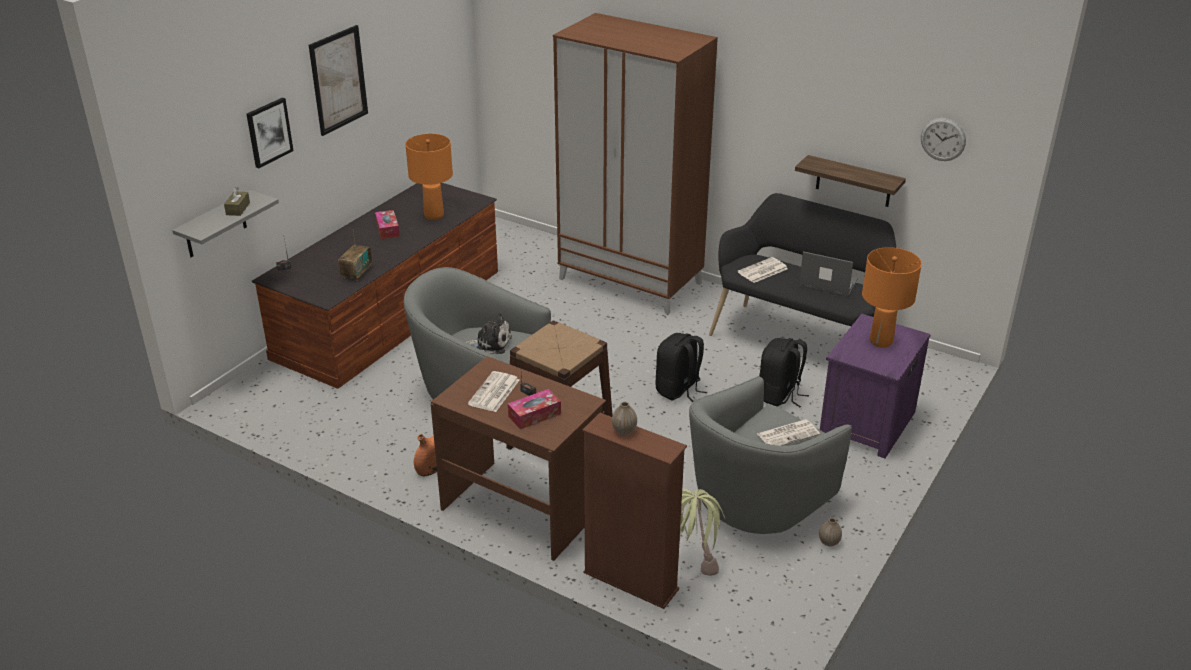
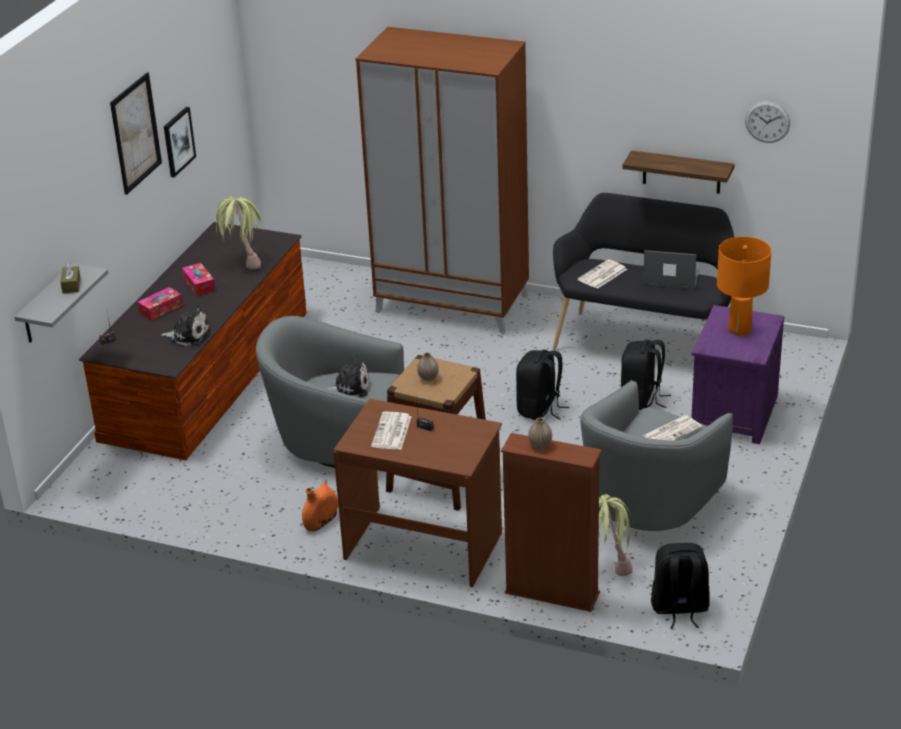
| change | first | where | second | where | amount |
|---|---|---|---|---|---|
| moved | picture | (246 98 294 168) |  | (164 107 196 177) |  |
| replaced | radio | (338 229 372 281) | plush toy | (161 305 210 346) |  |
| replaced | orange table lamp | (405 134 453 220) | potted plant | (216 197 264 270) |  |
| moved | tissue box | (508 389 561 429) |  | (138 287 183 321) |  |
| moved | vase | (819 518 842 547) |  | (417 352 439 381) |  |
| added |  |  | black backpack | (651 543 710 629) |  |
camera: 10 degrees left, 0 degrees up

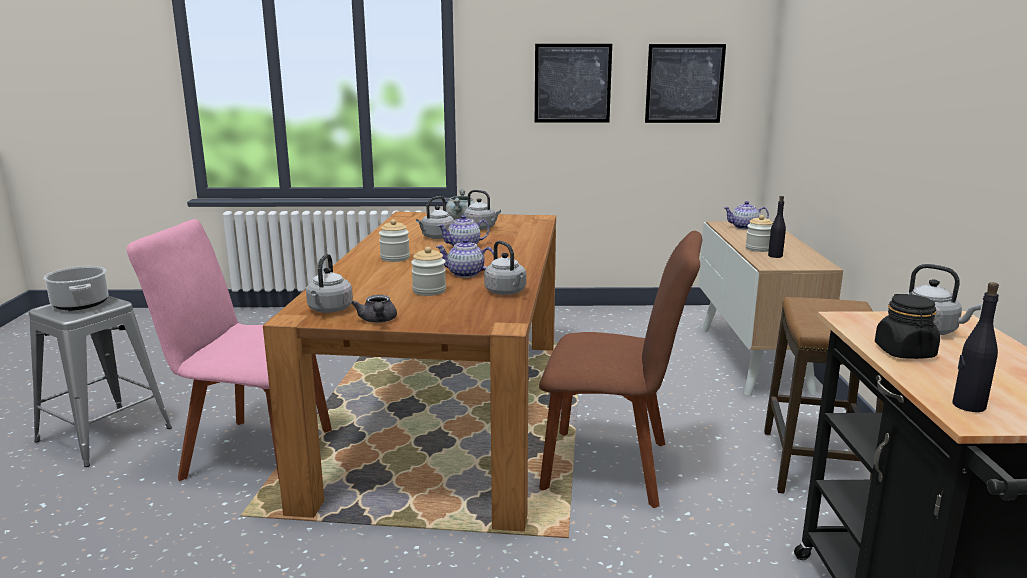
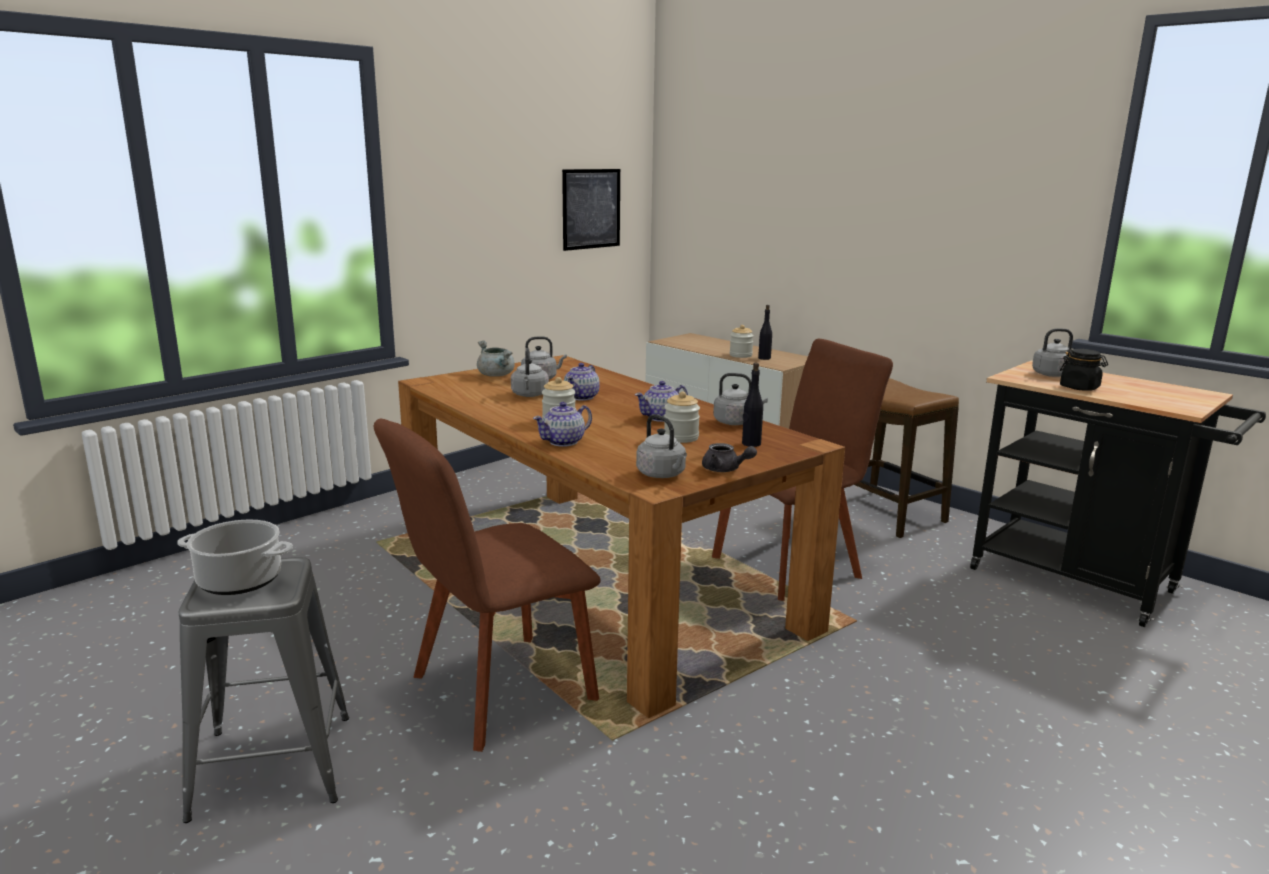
| change | first | where | second | where | amount |
|---|---|---|---|---|---|
| recoloured | pink chair | (127 219 332 484) | brown chair | (374 419 601 752) |  |
| removed | picture | (535 44 612 123) |  |  |  |
| moved | teapot | (723 201 769 230) |  | (533 402 592 447) |  |
| moved | black bottle | (952 282 999 412) |  | (742 363 763 447) |  |
camera: 45 degrees left, 0 degrees up

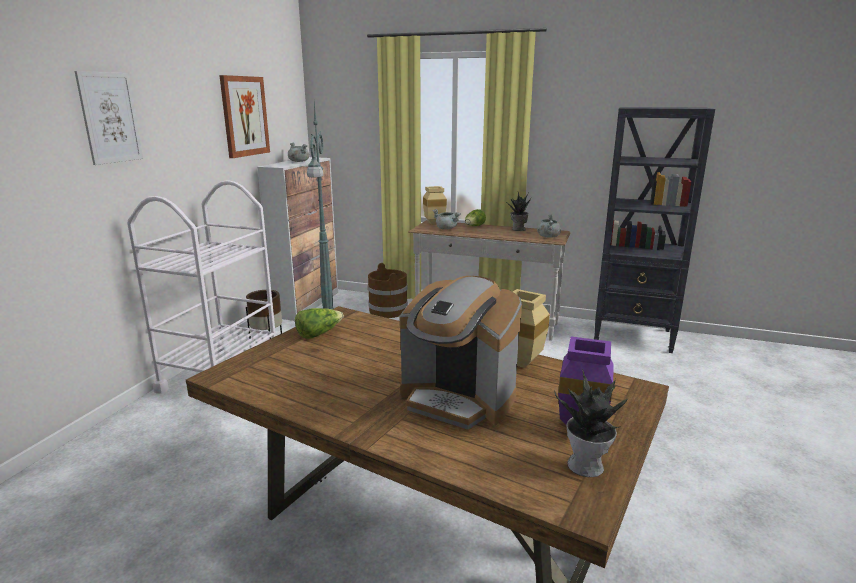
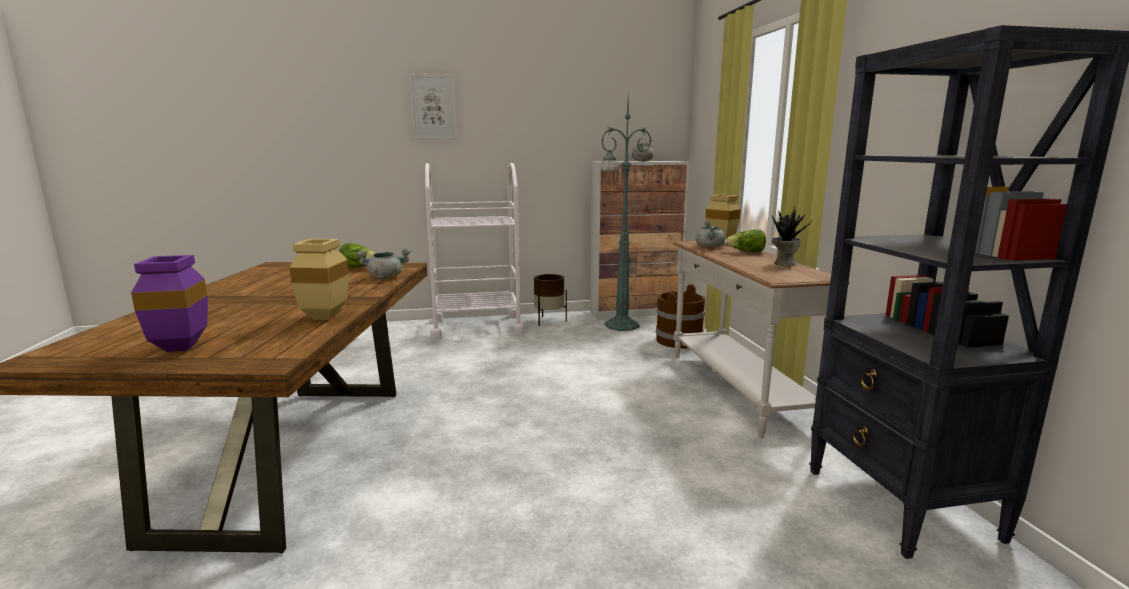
| change | first | where | second | where | amount |
|---|---|---|---|---|---|
| removed | picture | (219 75 270 158) |  |  |  |
| removed | coffee machine | (399 276 522 429) |  |  |  |
| moved | grey cooking pot | (537 215 561 238) |  | (357 248 411 279) |  |
| removed | potted plant | (555 369 627 477) |  |  |  |
camera: 60 degrees right, 5 degrees down

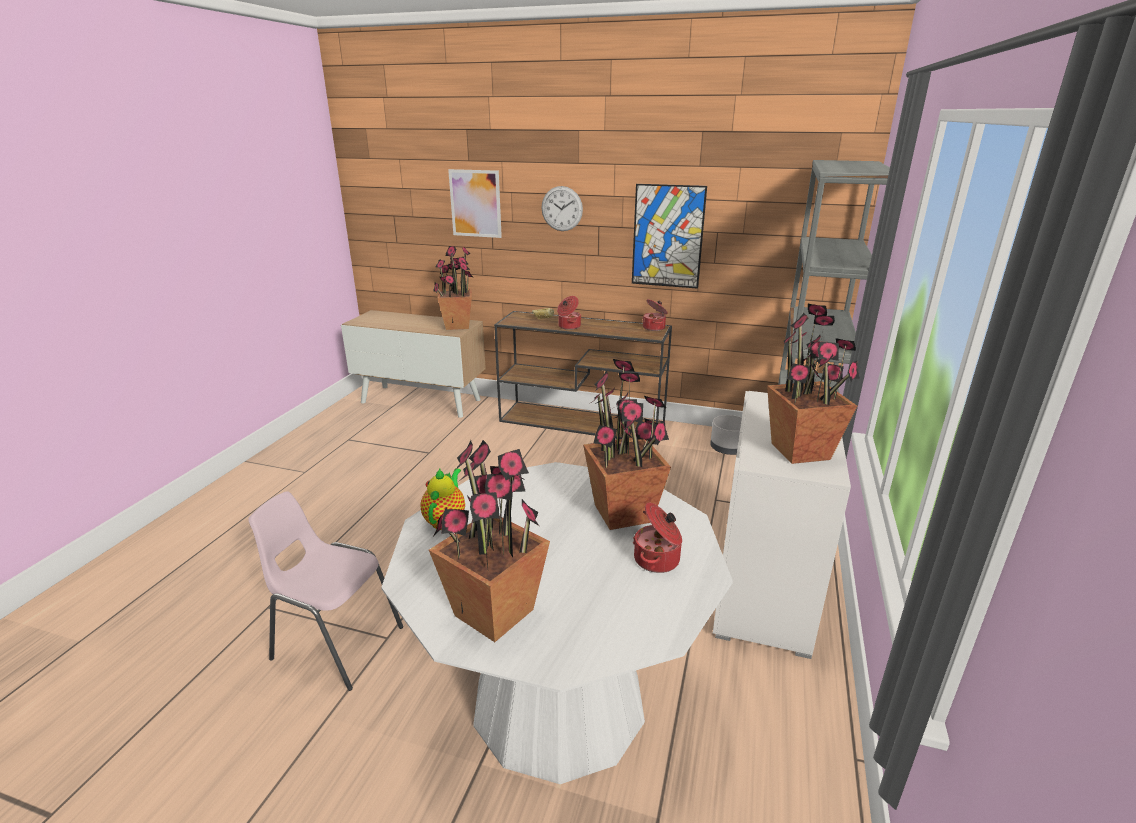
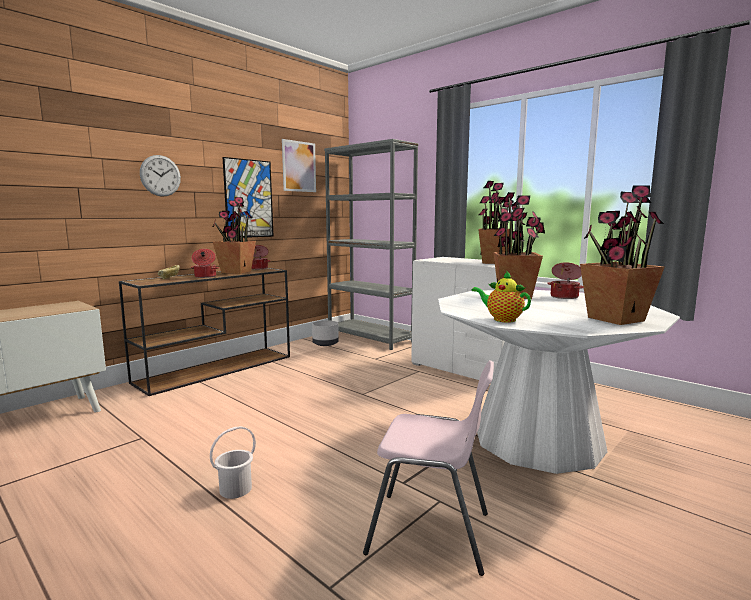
| change | first | where | second | where | amount |
|---|---|---|---|---|---|
| turned | pink chair | (248 491 403 691) |  | (363 360 494 576) | 120 degrees counterclockwise |
| moved | potted plant | (433 246 473 330) |  | (213 197 256 274) |  |
| moved | picture | (448 169 502 238) |  | (282 139 316 192) |  |
| added |  |  | white bucket | (210 426 256 499) |  |
camera: 65 degrees left, 15 degrees down

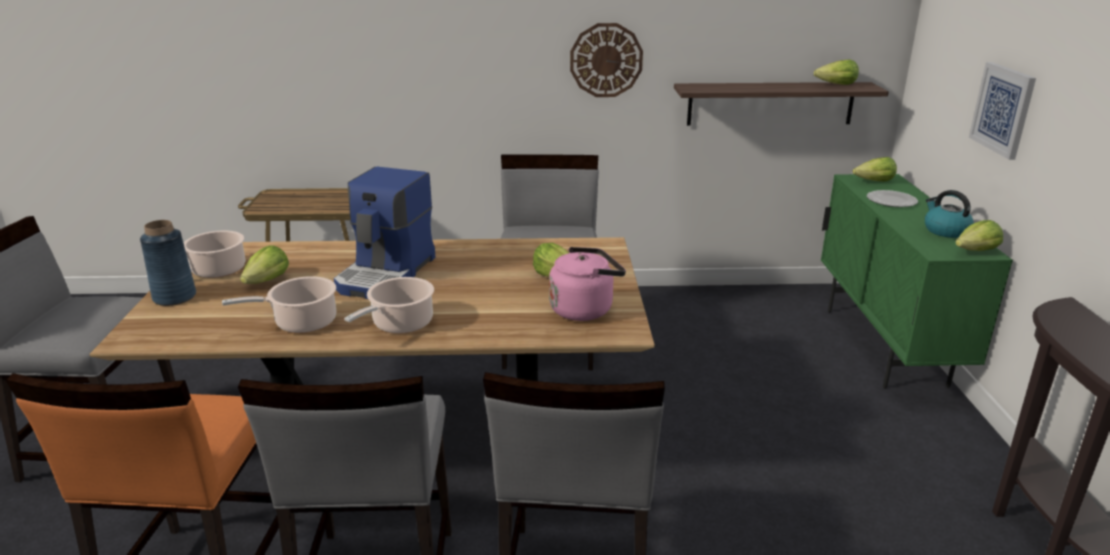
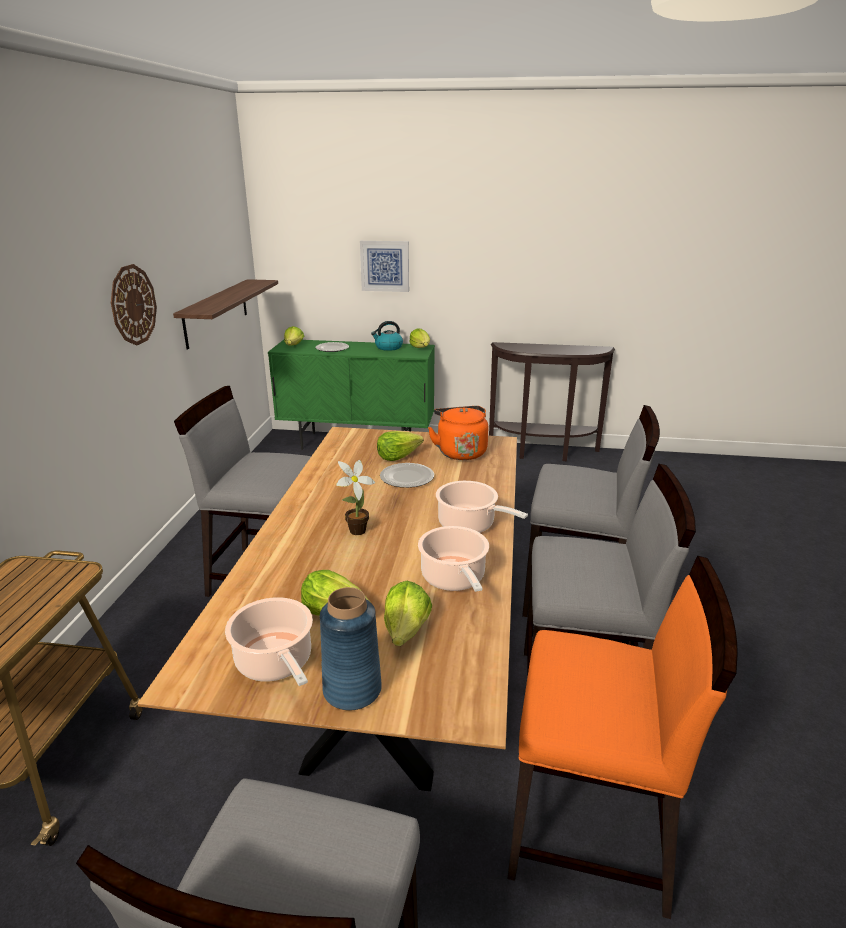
| change | first | where | second | where | amount |
|---|---|---|---|---|---|
| replaced | coffee machine | (334 167 436 299) | potted plant | (336 460 375 535) |  |
| recoloured | pink kettle | (549 247 626 321) | orange kettle | (428 406 488 460) |  |
| moved | lettuce | (814 60 859 85) |  | (384 581 432 646) |  |
| added |  |  | plate | (380 463 434 488) |  |
camera: 80 degrees left, 0 degrees up

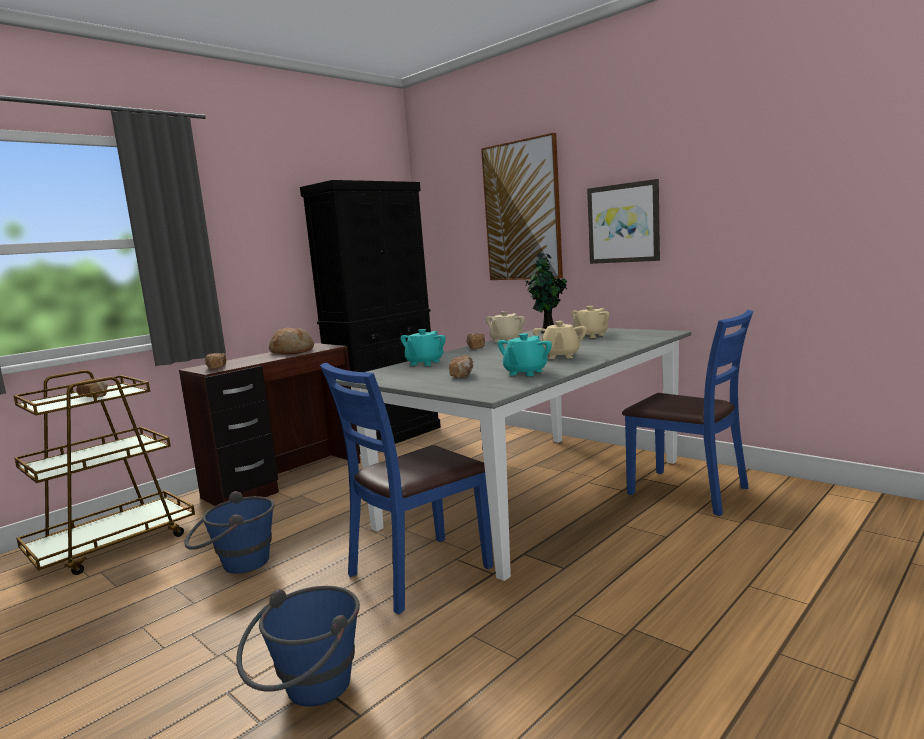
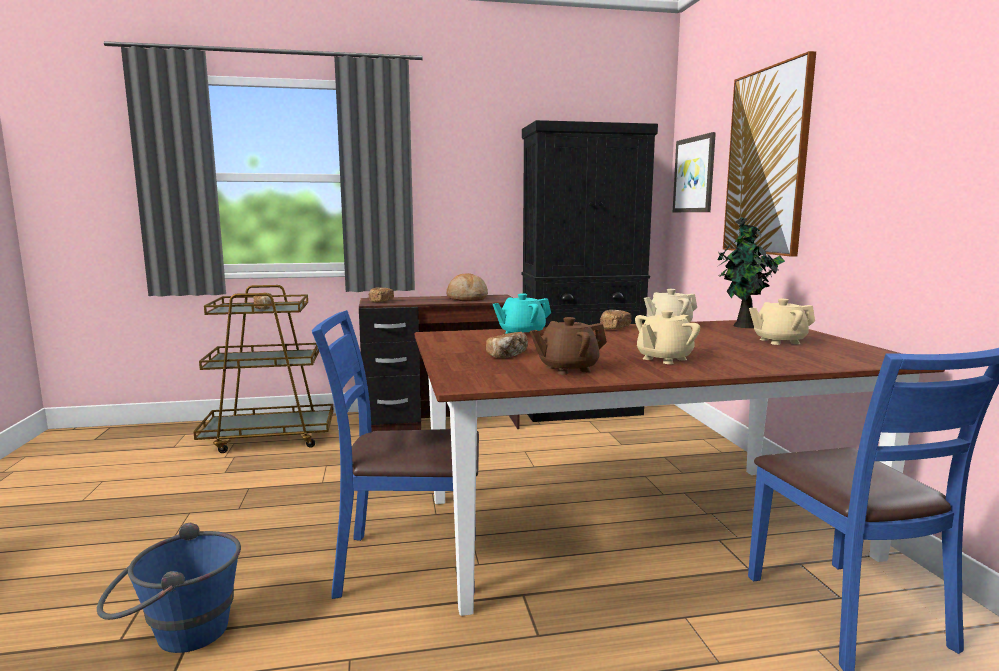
| change | first | where | second | where | amount |
|---|---|---|---|---|---|
| removed | blue bucket | (184 491 275 574) |  |  |  |
| recoloured | grey dining table | (336 328 691 581) | brown dining table | (415 320 945 616) |  |
| recoloured | turquoise teapot | (497 333 552 376) | brown teapot | (530 317 607 375) |  |
| moved | picture | (587 179 660 264) |  | (673 132 716 212) |  |
camera: 35 degrees right, 0 degrees up

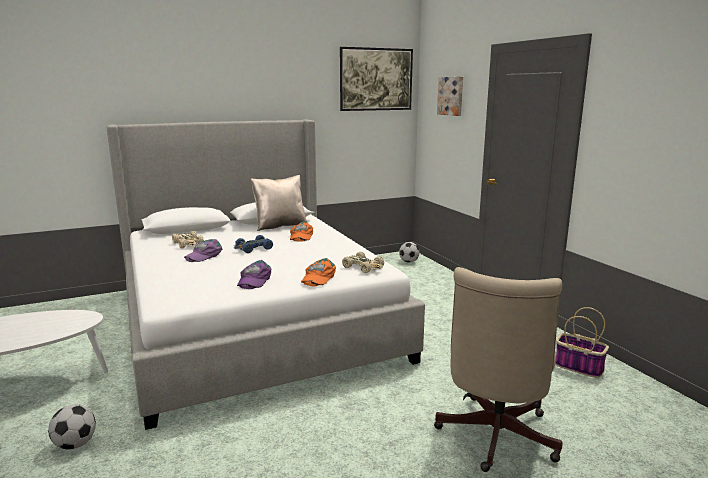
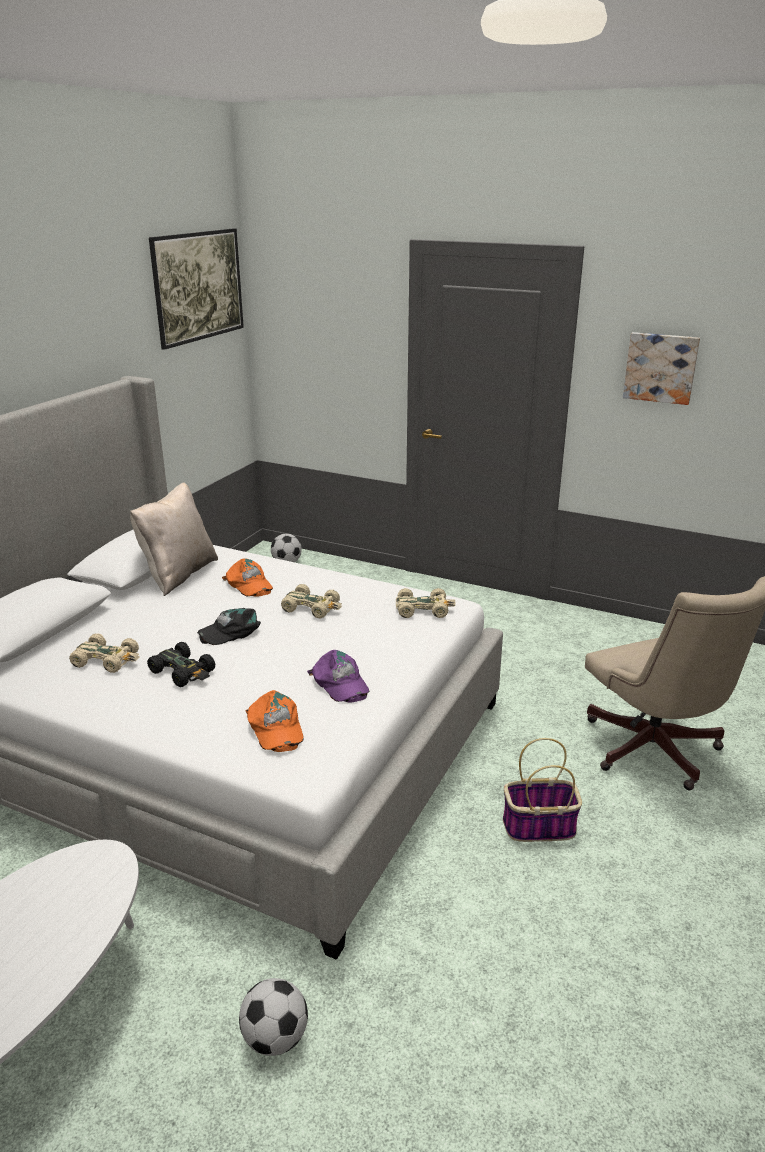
| change | first | where | second | where | amount |
|---|---|---|---|---|---|
| replaced | purple cap | (184 239 222 262) | black toy car | (147 642 215 687) |  |
| replaced | blue toy car | (234 235 273 253) | black cap | (197 608 261 645) |  |
| moved | orange cap | (301 258 336 286) |  | (245 690 304 752) |  |
| moved | picture | (437 76 463 116) |  | (623 332 700 405) |  |
| moved | basket | (555 307 609 378) |  | (503 738 582 842) |  |
| added |  |  | beige toy car | (281 584 342 619) |  |
camera: 40 degrees left, 10 degrees up

